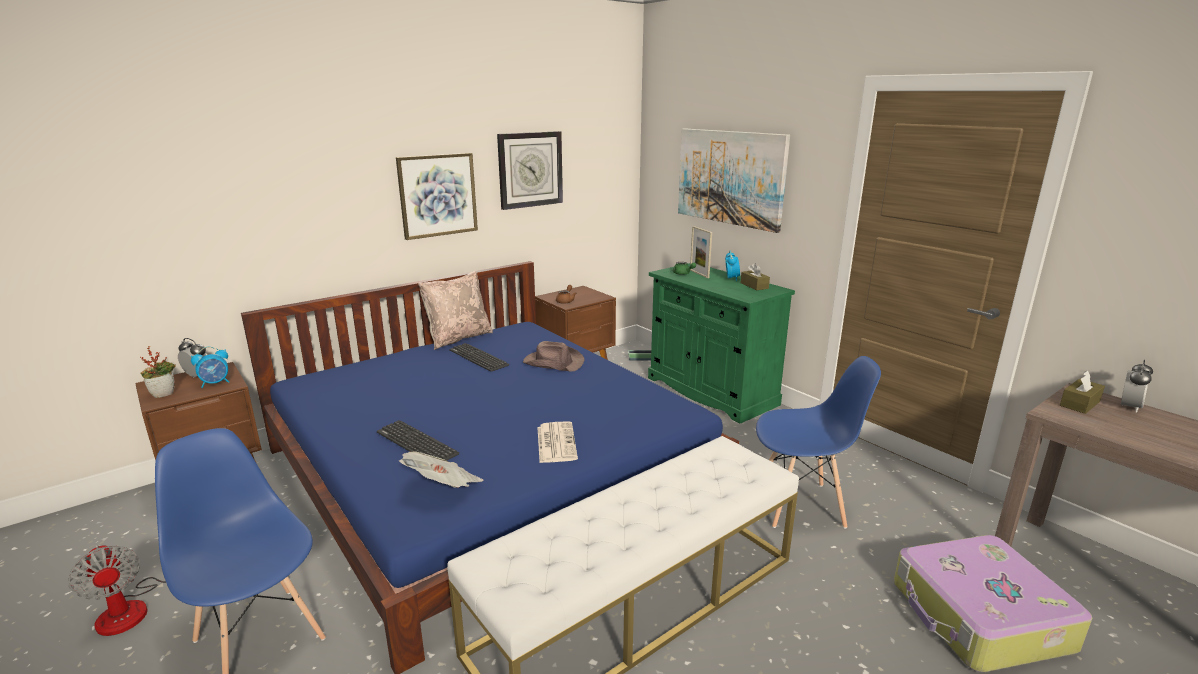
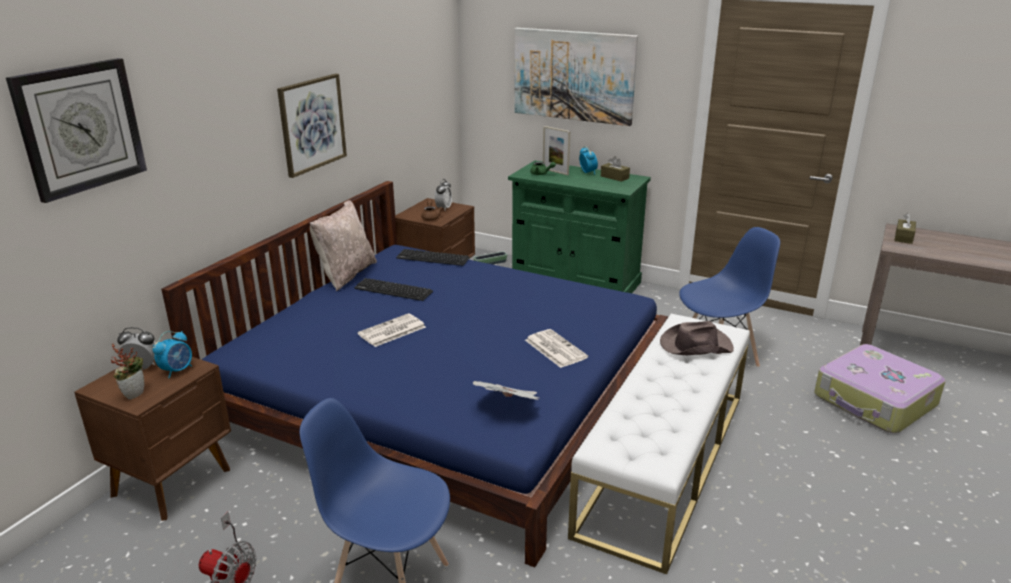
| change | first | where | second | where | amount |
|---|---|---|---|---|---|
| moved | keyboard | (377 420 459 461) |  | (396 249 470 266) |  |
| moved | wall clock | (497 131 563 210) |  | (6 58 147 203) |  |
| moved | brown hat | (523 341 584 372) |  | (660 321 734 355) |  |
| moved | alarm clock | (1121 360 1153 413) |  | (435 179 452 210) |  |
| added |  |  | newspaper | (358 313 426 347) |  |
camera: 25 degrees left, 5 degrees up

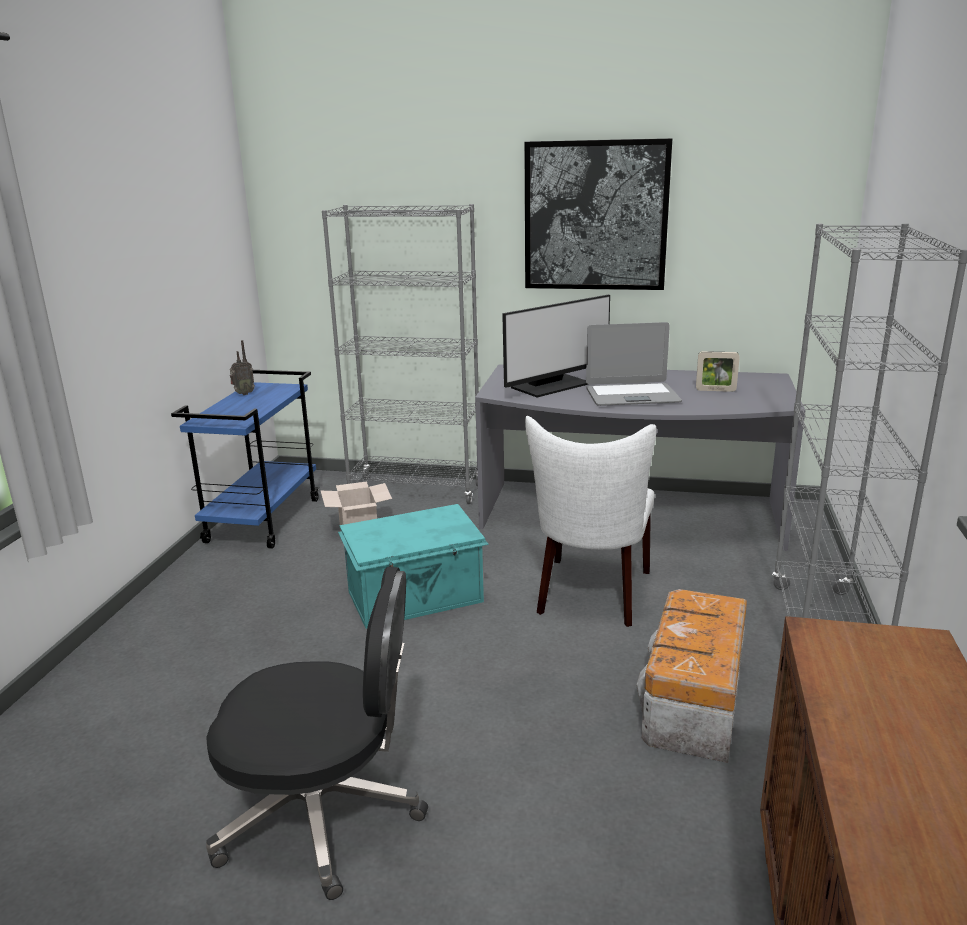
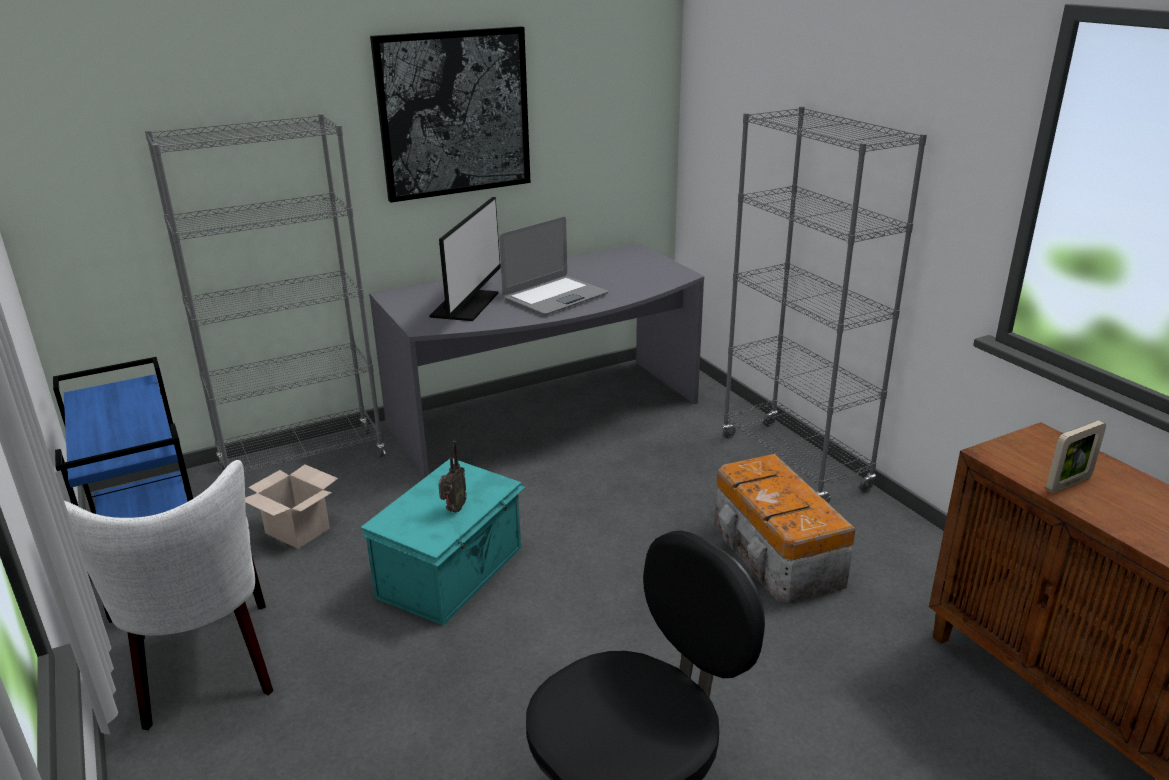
| change | first | where | second | where | amount |
|---|---|---|---|---|---|
| moved | radio | (230 340 255 395) |  | (438 441 467 513) |  |
| moved | white chair | (525 416 657 627) |  | (64 460 273 730) |  |
| moved | picture frame | (696 351 740 392) |  | (1046 421 1106 493) |  |
camera: 40 degrees left, 5 degrees up

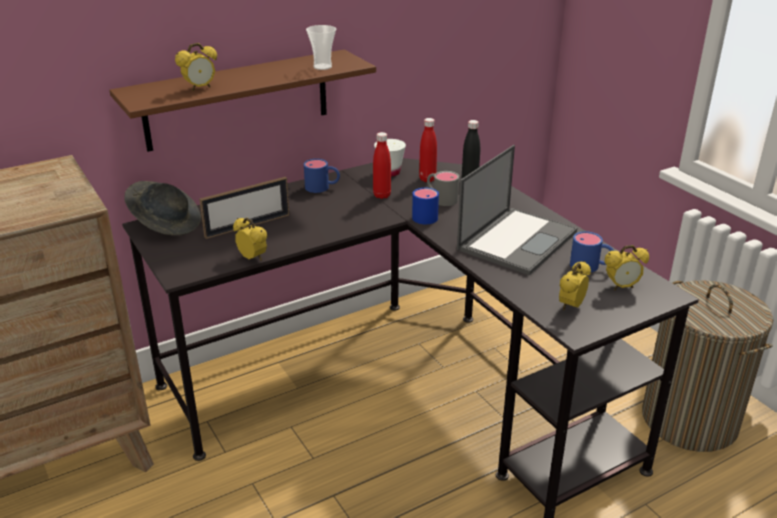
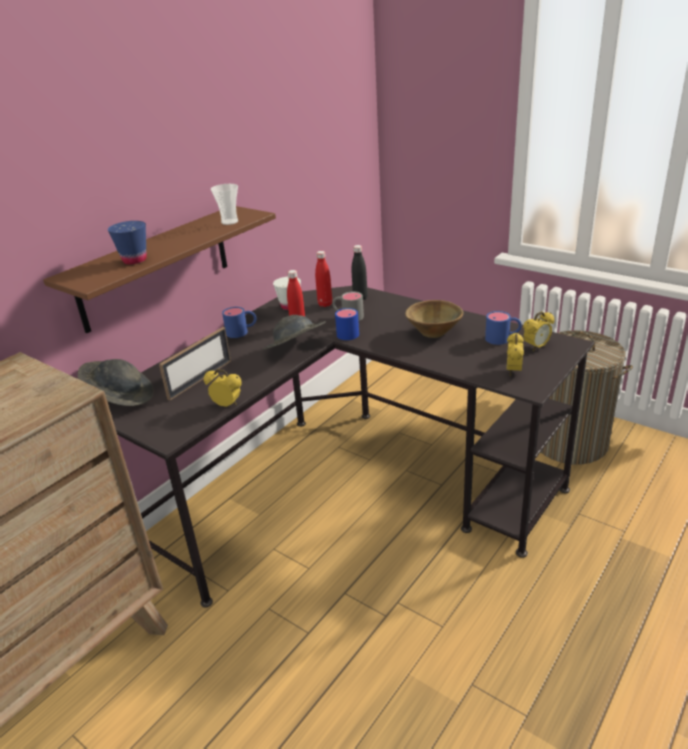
| change | first | where | second | where | amount |
|---|---|---|---|---|---|
| replaced | alarm clock | (175 43 217 91) | blue cup | (108 221 146 265) |  |
| replaced | laptop | (457 145 577 276) | brown bowl | (405 300 464 338) |  |
| added |  |  | grey hat | (263 315 326 350) |  |
camera: 20 degrees left, 0 degrees up

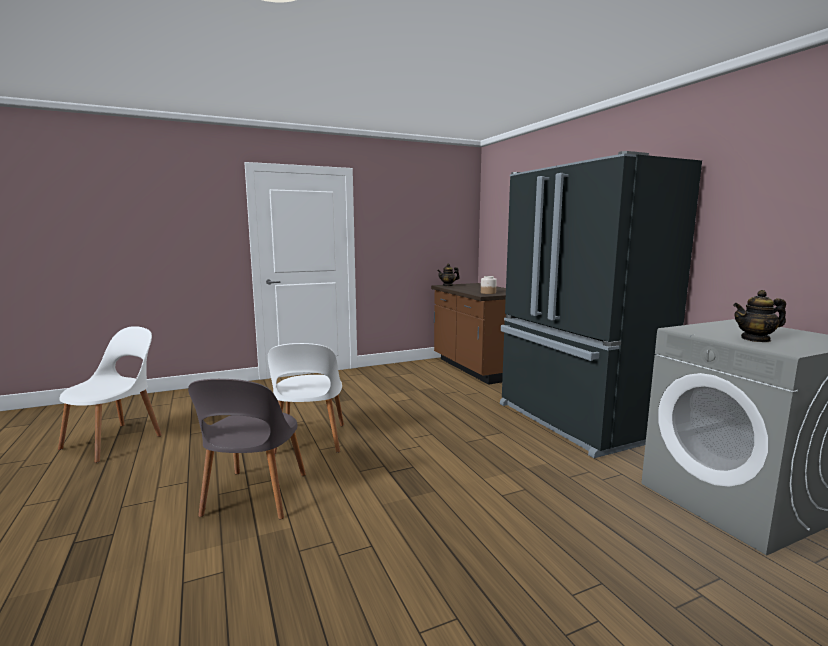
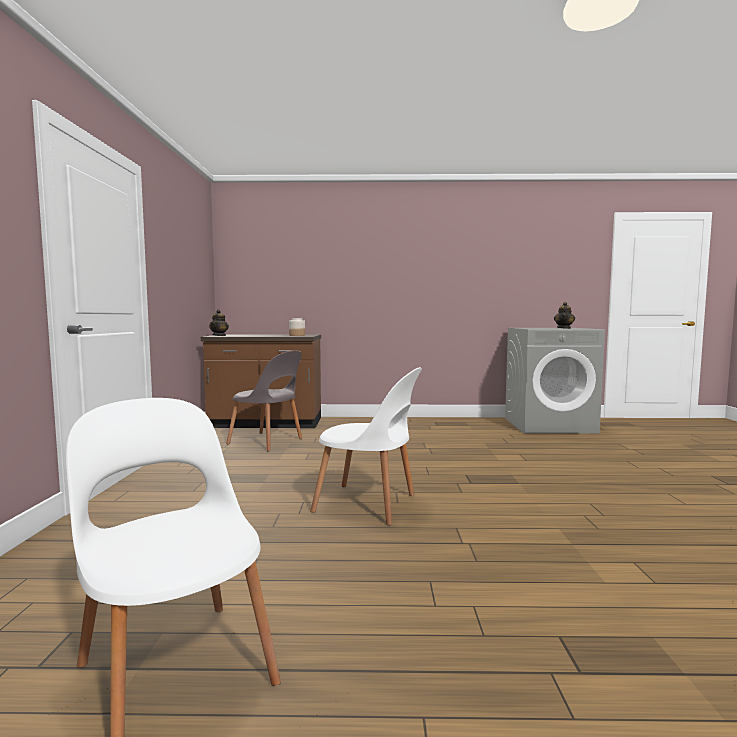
| change | first | where | second | where | amount |
|---|---|---|---|---|---|
| moved | grey chair | (188 379 306 519) |  | (226 350 302 451) |  |
| removed | black fridge | (500 151 702 458) |  |  |  |
camera: 65 degrees left, 5 degrees down

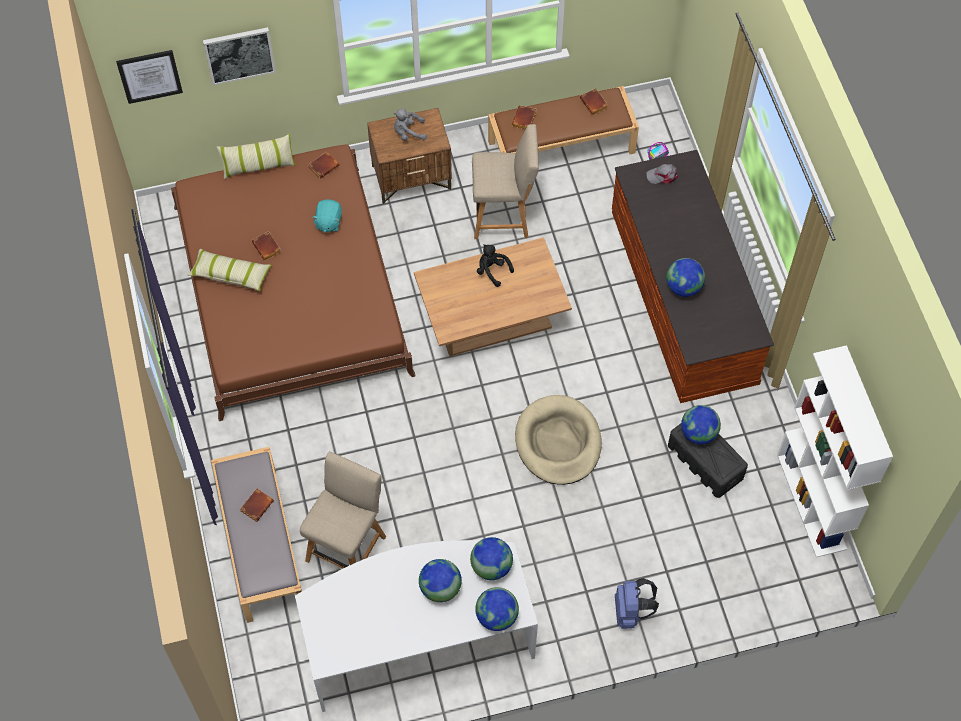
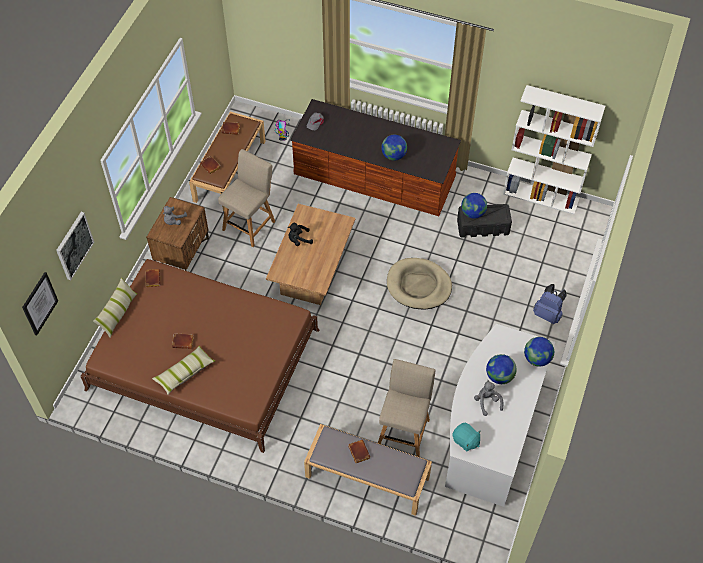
| change | first | where | second | where | amount |
|---|---|---|---|---|---|
| turned | beige chair | (300 452 386 568) |  | (378 359 435 457) | 45 degrees clockwise |
| moved | turquoise plush toy | (312 199 342 233) |  | (452 423 480 451) |  |
| removed | globe | (470 537 513 580) |  |  |  |
| added |  |  | grey plush toy | (474 380 503 416) |  |
camera: 55 degrees left, 5 degrees down

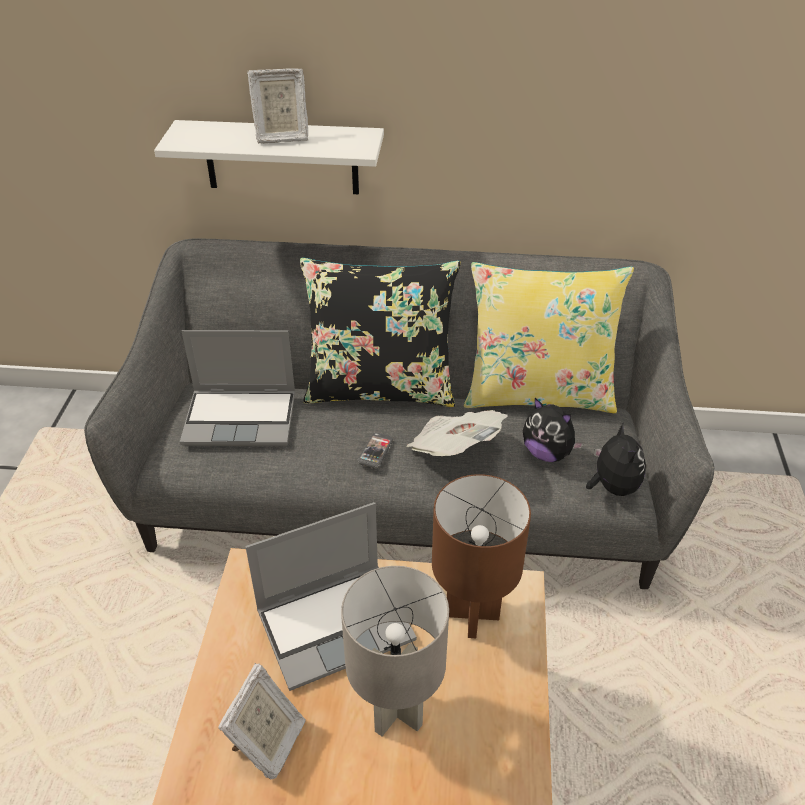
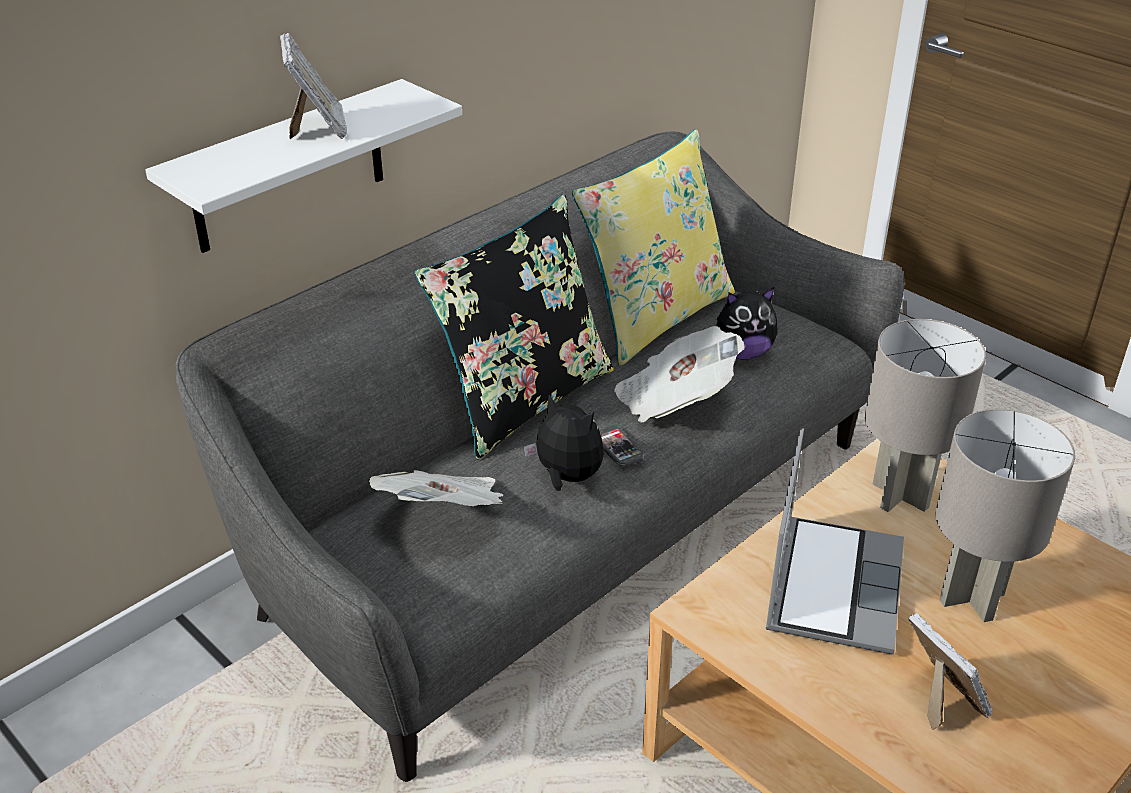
| change | first | where | second | where | amount |
|---|---|---|---|---|---|
| replaced | laptop | (180 330 295 446) | newspaper | (369 470 503 506) |  |
| turned | picture frame | (247 68 308 144) |  | (280 32 347 139) | 45 degrees counterclockwise |
| recoloured | brown table lamp | (432 474 531 638) | grey table lamp | (865 319 986 512) |  |
| moved | plush toy | (586 422 646 496) |  | (524 395 604 491) |  |
camera: 50 degrees left, 5 degrees down

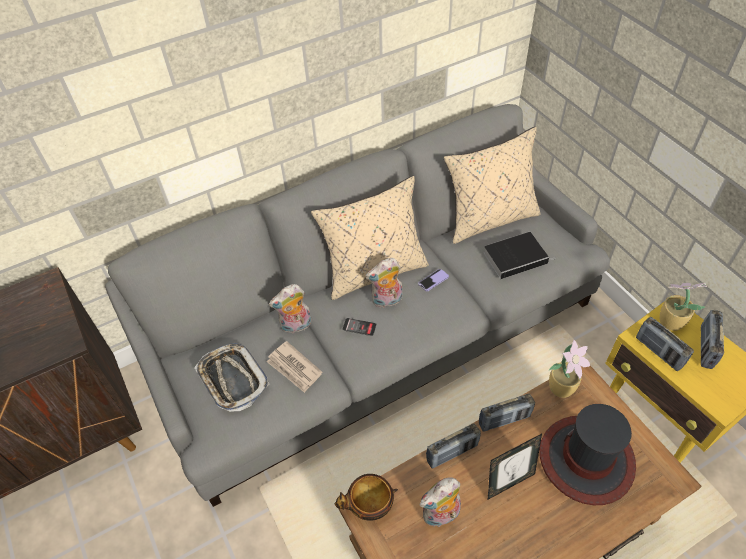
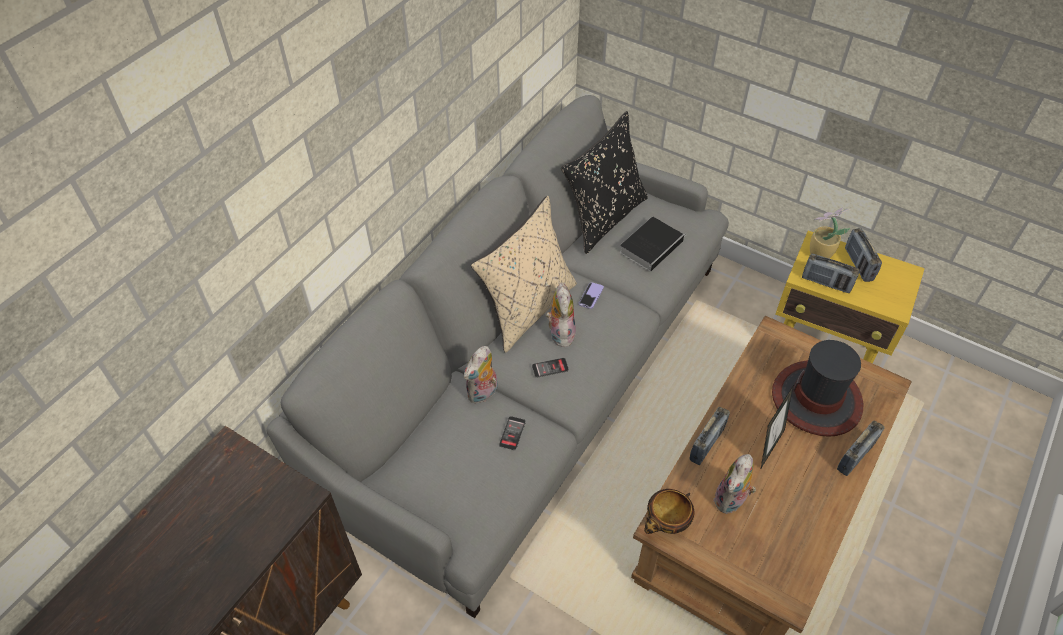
| change | first | where | second | where | amount |
|---|---|---|---|---|---|
| removed | tray | (194 343 270 412) |  |  |  |
| replaced | newspaper | (267 341 322 393) | phone | (499 416 526 451) |  |
| turned | plush toy | (365 258 402 308) |  | (546 282 576 347) | 135 degrees clockwise |
| recoloured | beige pillow | (444 127 540 244) | black pillow | (561 111 648 254) |  |
| moved | radio | (479 394 535 432) |  | (837 421 885 476) |  |
| removed | potted plant | (549 339 590 398) |  |  |  |
camera: 30 degrees left, 0 degrees up

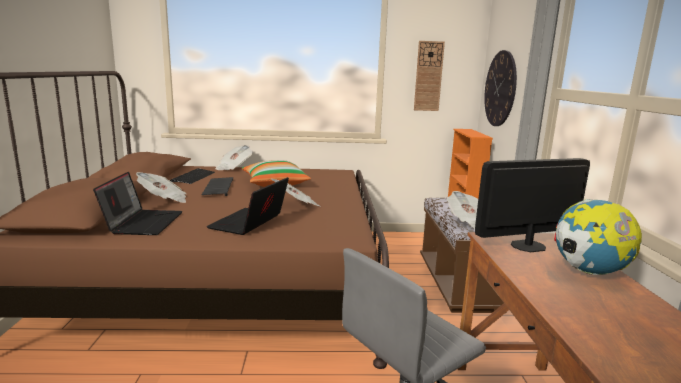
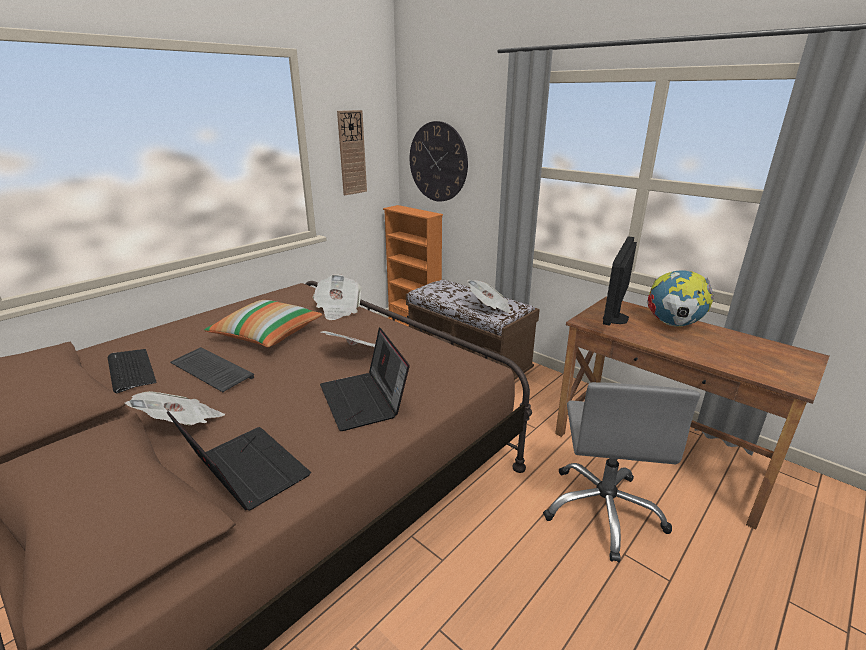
| change | first | where | second | where | amount |
|---|---|---|---|---|---|
| moved | newspaper | (215 145 253 170) |  | (313 274 362 320) |  |
camera: 45 degrees left, 10 degrees up

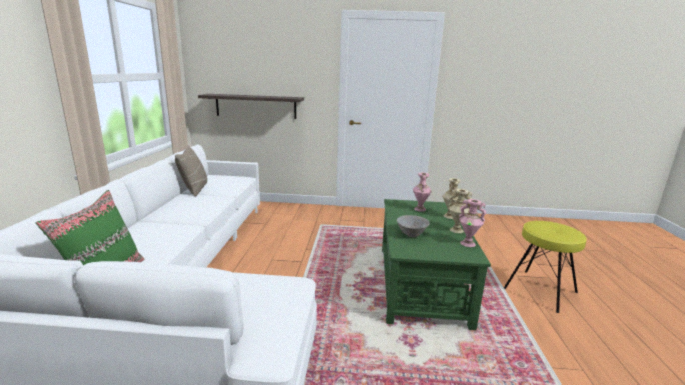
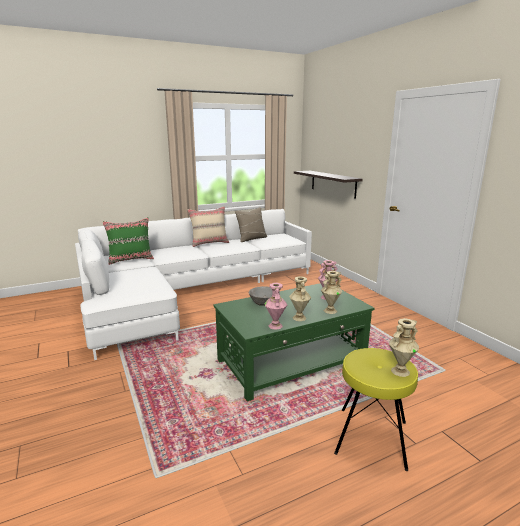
| change | first | where | second | where | amount |
|---|---|---|---|---|---|
| added |  |  | beige pillow | (188 206 229 247) |  |
| added |  |  | beige vase | (389 318 419 377) |  |
camera: 60 degrees right, 0 degrees up

